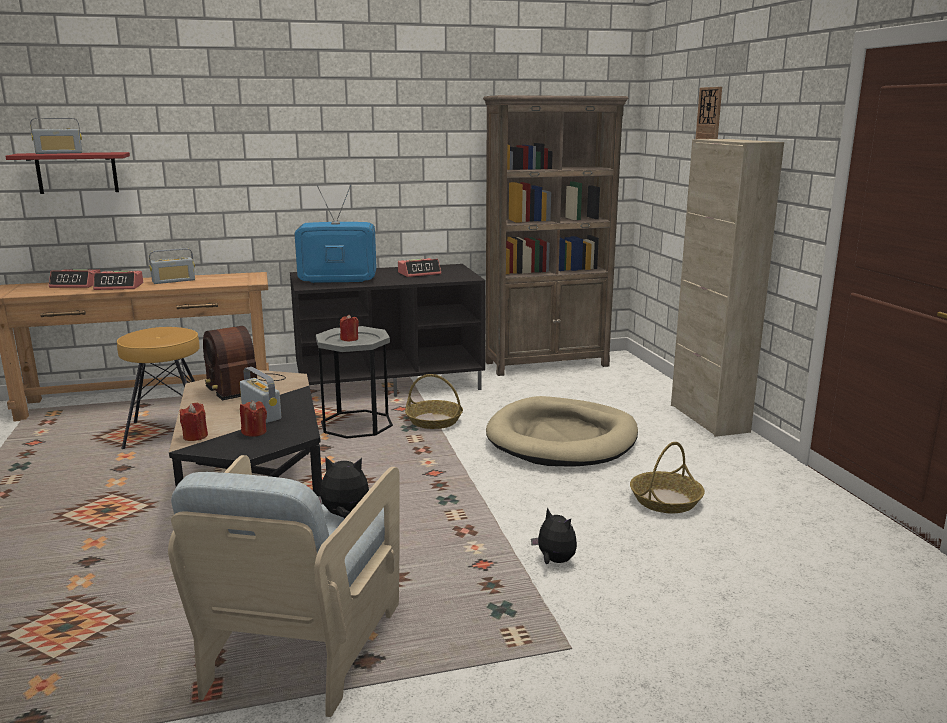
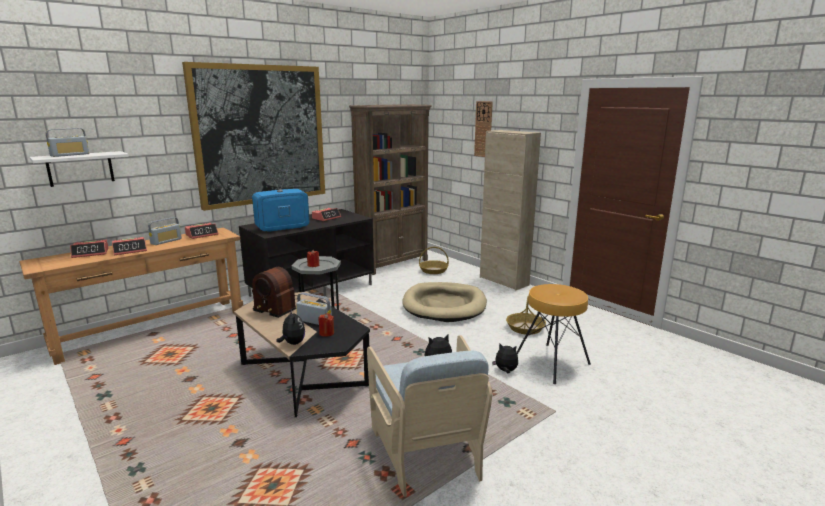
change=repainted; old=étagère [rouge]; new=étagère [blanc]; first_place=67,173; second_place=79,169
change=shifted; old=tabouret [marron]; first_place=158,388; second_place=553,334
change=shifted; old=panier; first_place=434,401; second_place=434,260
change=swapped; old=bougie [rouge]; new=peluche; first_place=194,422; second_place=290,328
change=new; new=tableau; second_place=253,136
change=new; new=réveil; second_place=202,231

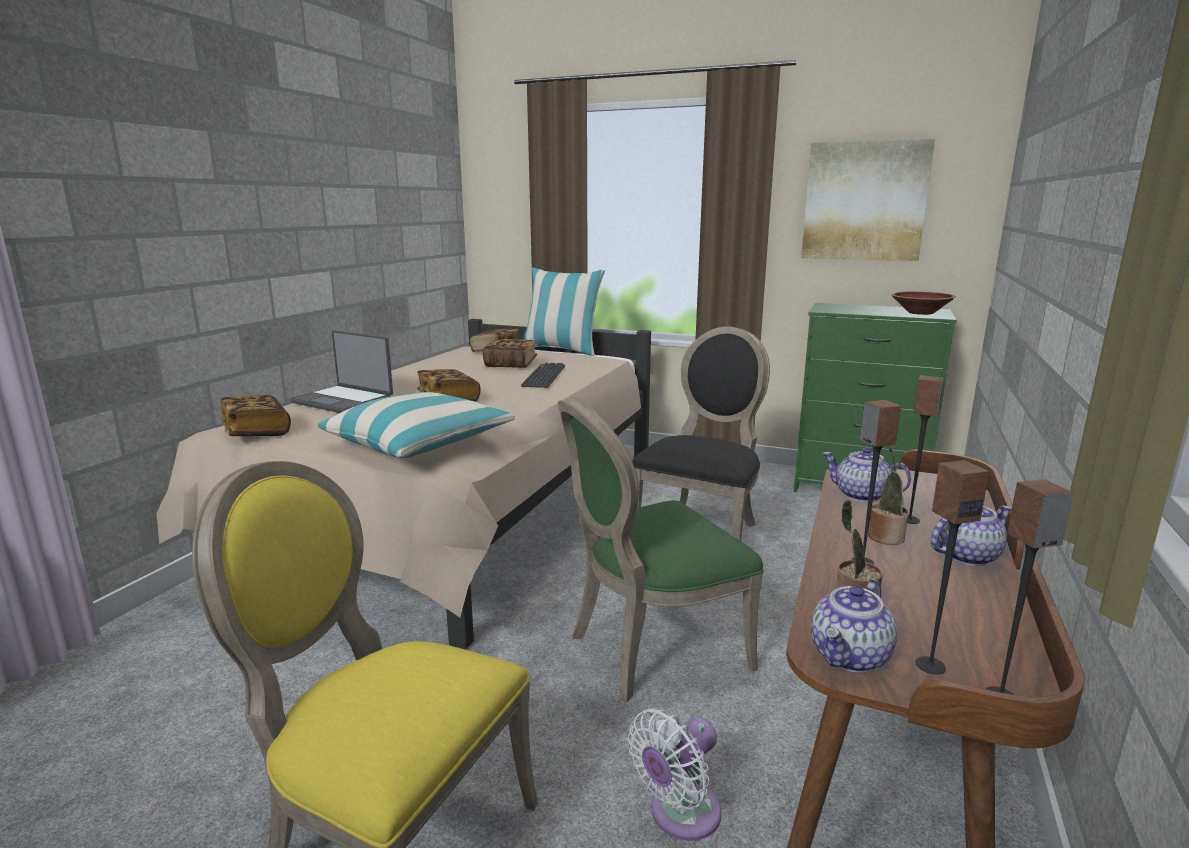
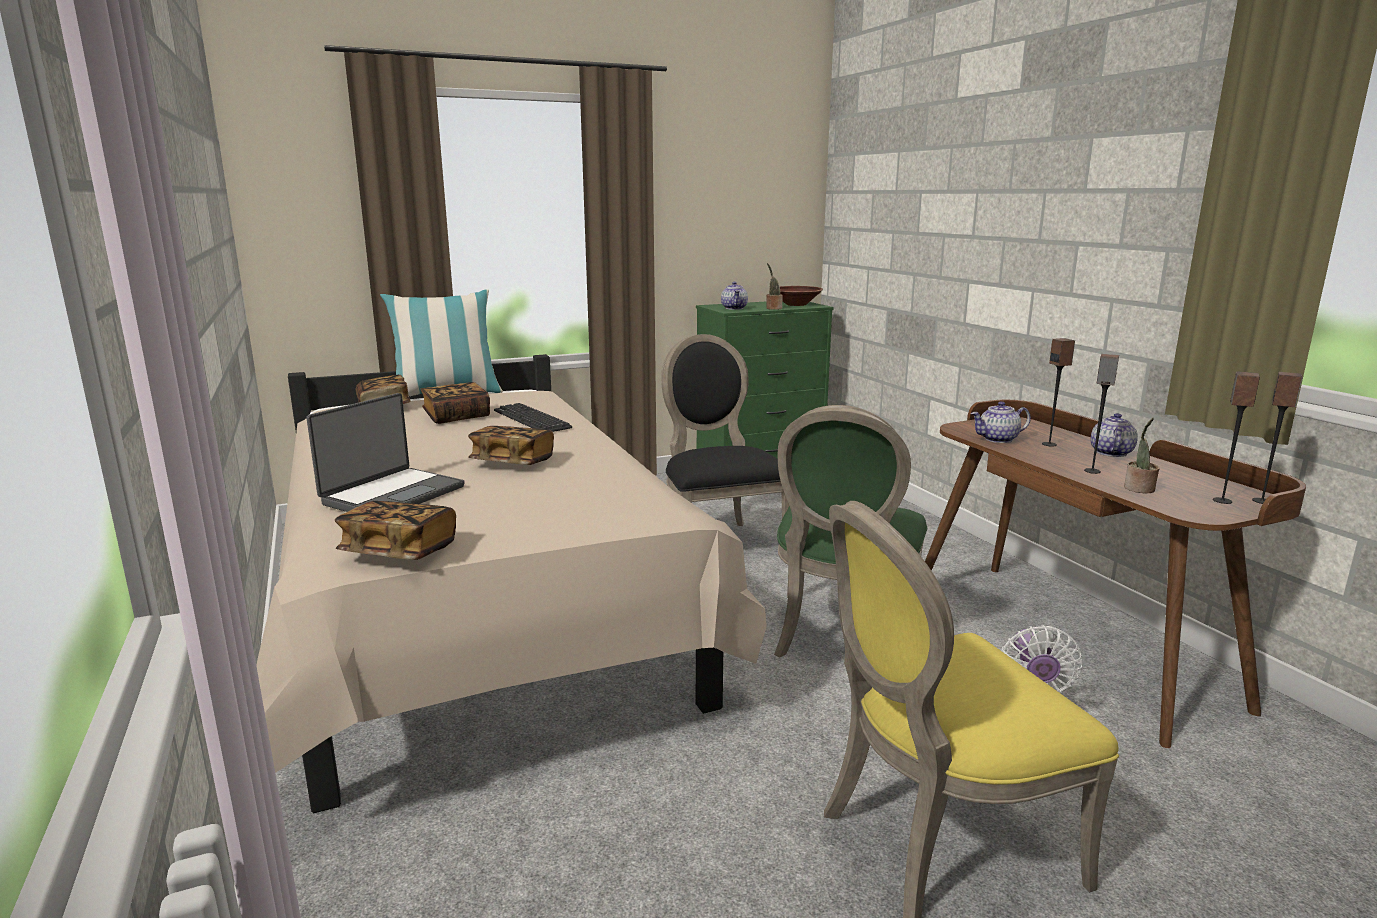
change=gone; old=tableau; first_place=868,200
change=rotated; old=ordinateur portable; first_place=342,371; second_place=386,452; degrees=-45
change=gone; old=coussin; first_place=416,425
change=shifted; old=plante en pot; first_place=888,495; second_place=774,286
change=shifted; old=théière; first_place=854,626; second_place=734,296

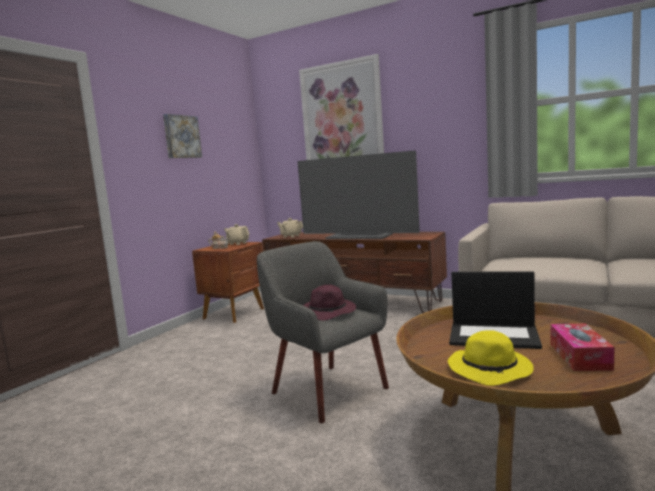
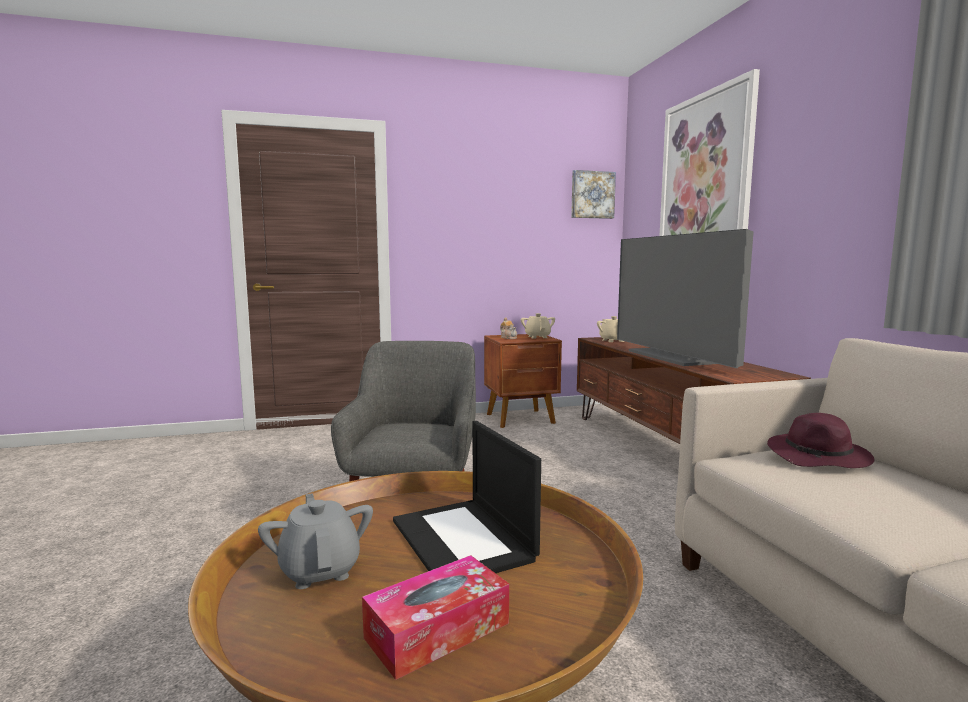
change=shifted; old=tableau; first_place=182,136; second_place=593,194
change=shifted; old=chapeau [violet]; first_place=329,303; second_place=821,440
change=swapped; old=chapeau [jaune]; new=théière [gris]; first_place=490,358; second_place=315,541

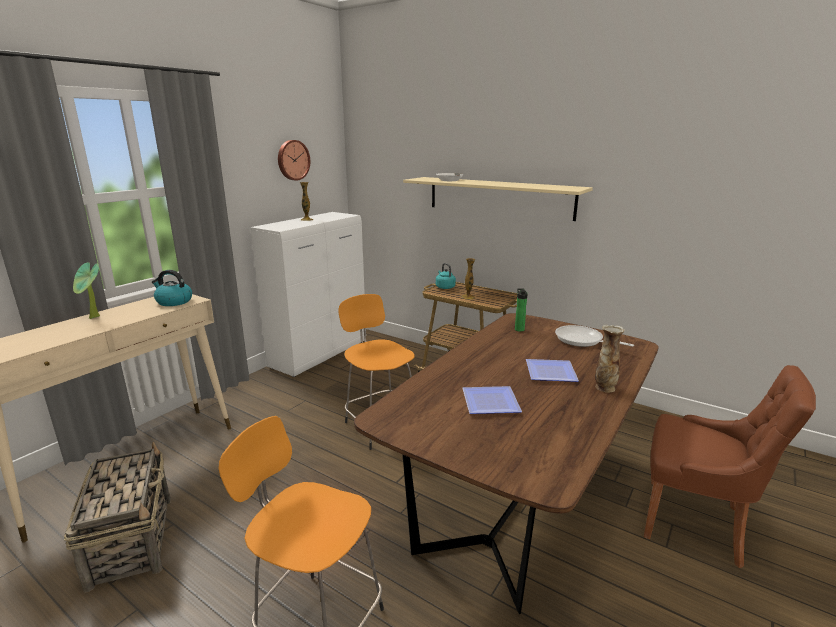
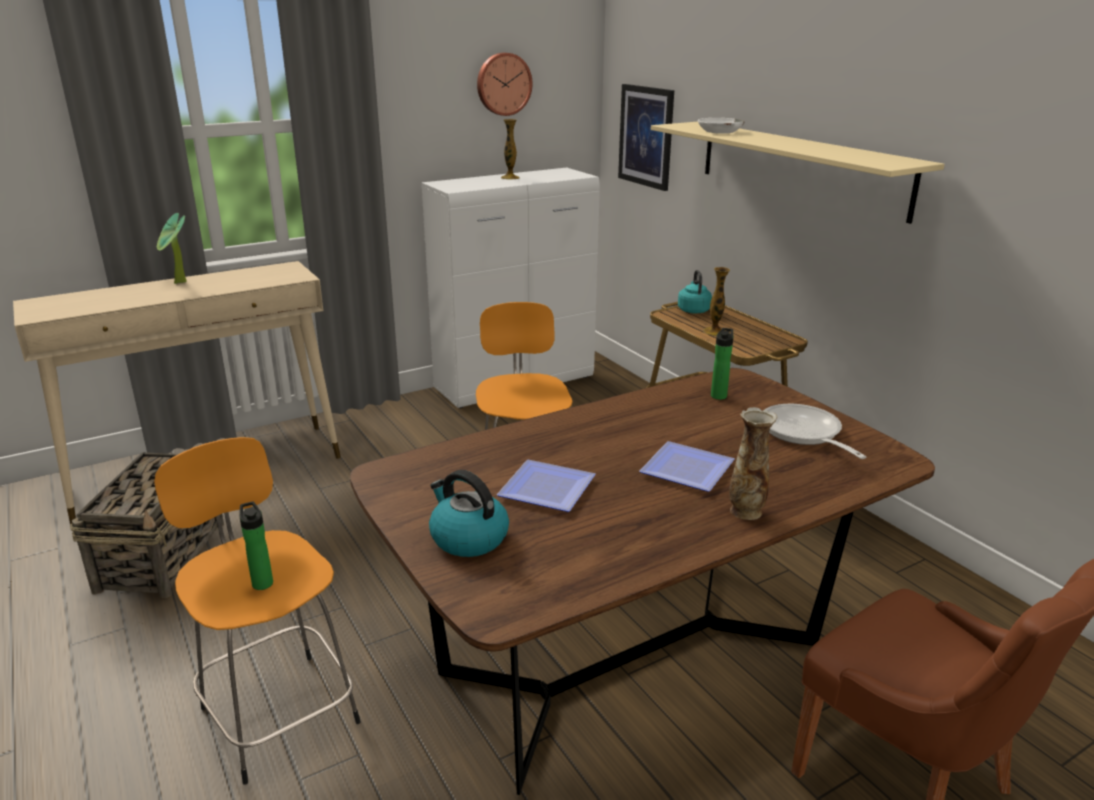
change=shifted; old=bouilloire; first_place=172,288; second_place=469,513
change=new; new=tableau; second_place=646,137
change=new; new=bouteille; second_place=256,546

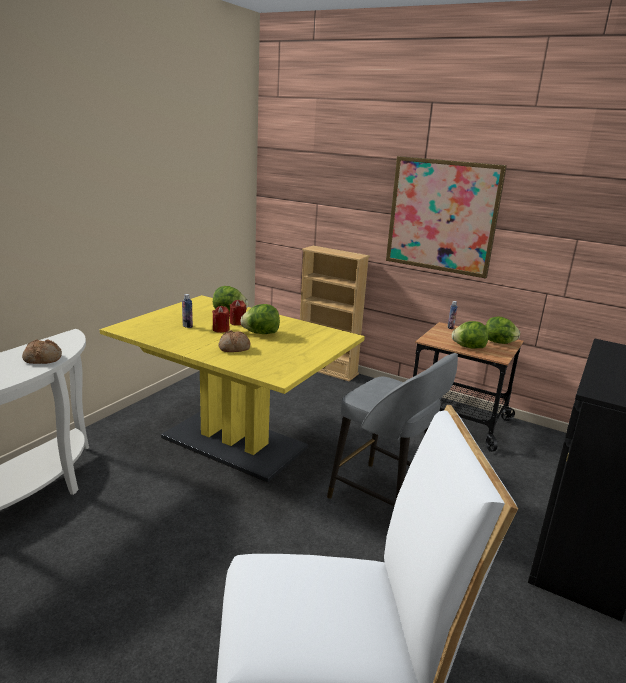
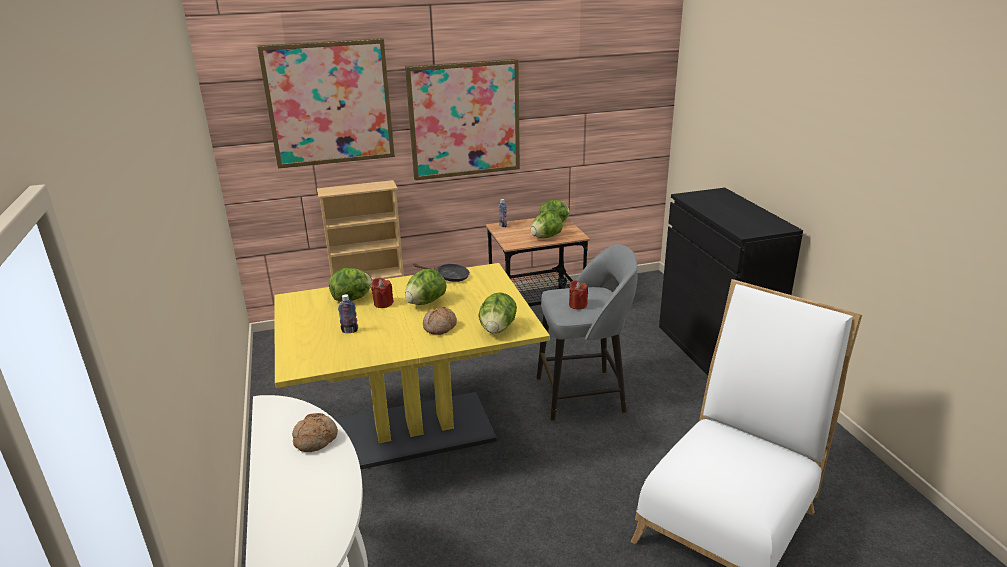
change=shifted; old=bougie [rouge]; first_place=221,319; second_place=578,295
change=new; new=tableau; second_place=326,103
change=new; new=poêle [noir]; second_place=442,272
change=new; new=laitue; second_place=498,313

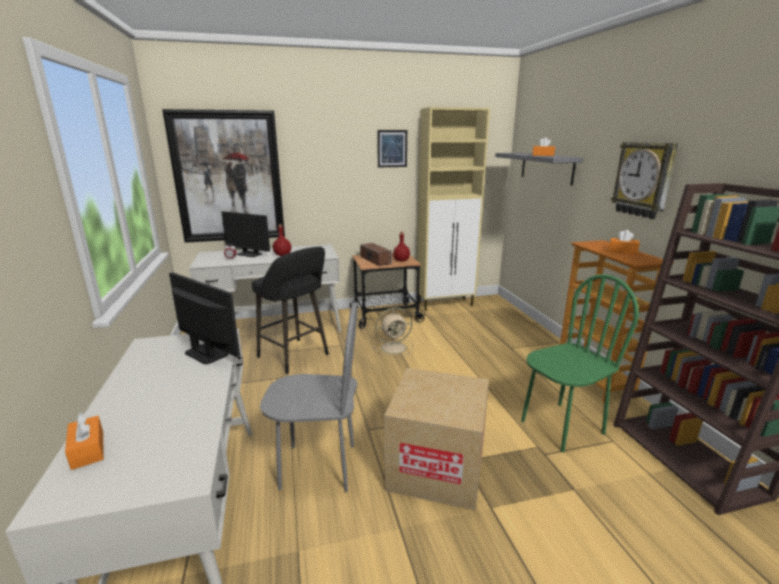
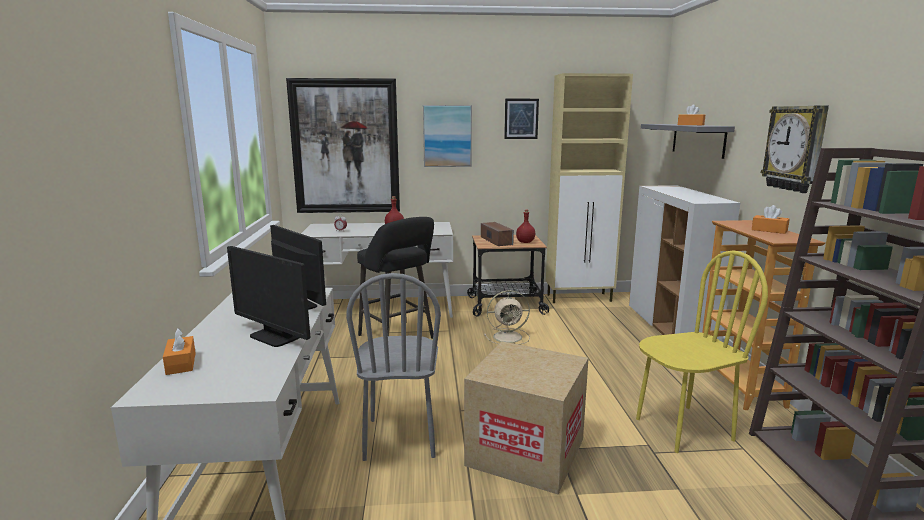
change=shifted; old=écran d'ordinateur; first_place=245,234; second_place=268,296
change=repainted; old=chaise [vert]; new=chaise [jaune]; first_place=580,363; second_place=702,351
change=rotated; old=chaise [gris]; first_place=309,397; second_place=393,367; degrees=75
change=new; new=tableau; second_place=447,136
change=new; new=meuble de rangement [blanc]; second_place=684,263

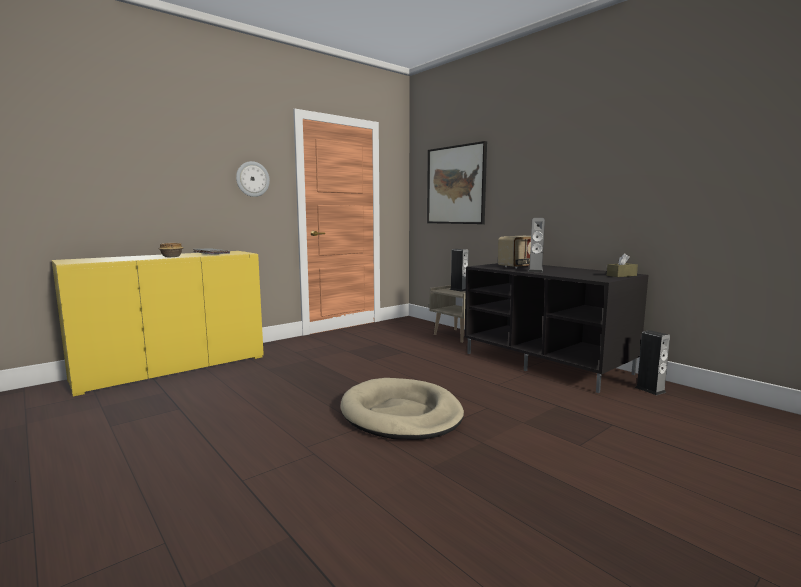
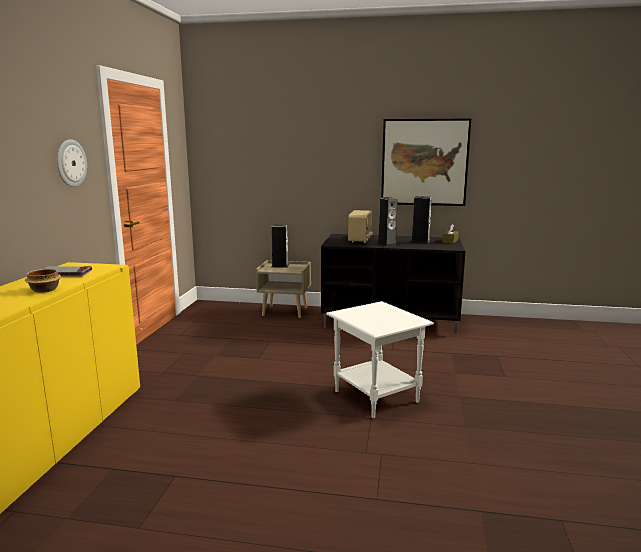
change=shifted; old=tableau; first_place=457,182; second_place=426,162
change=shifted; old=enceinte; first_place=652,362; second_place=421,220
change=swapped; old=panier pour chien [beige]; new=table d'appoint [blanc]; first_place=402,409; second_place=380,359

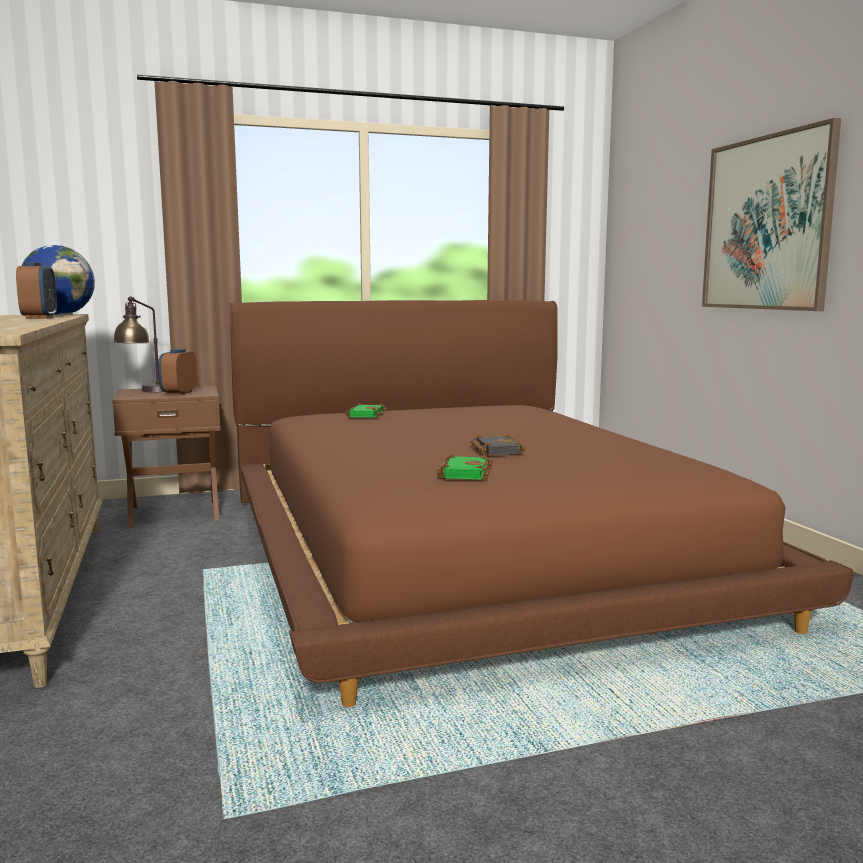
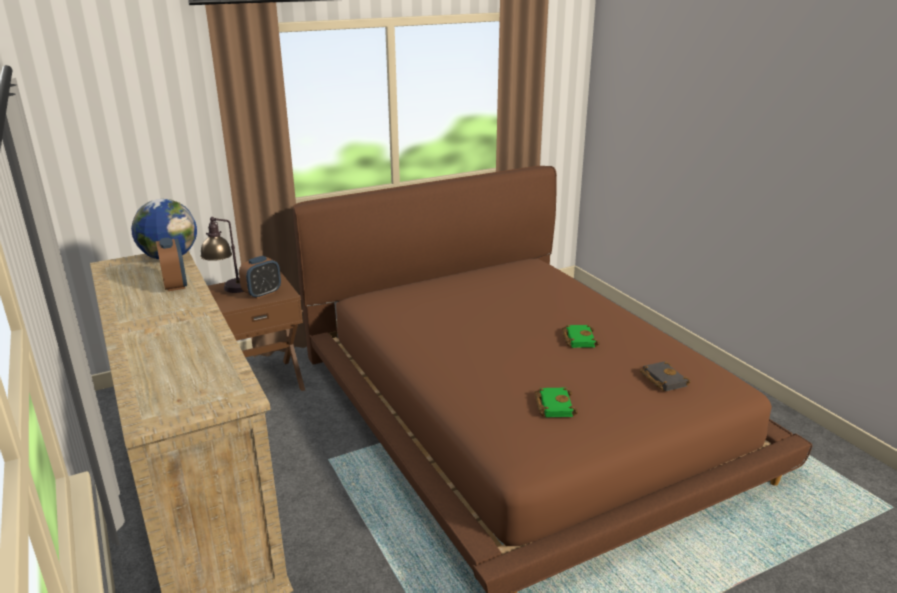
change=gone; old=tableau; first_place=771,214
change=rotated; old=réveil; first_place=177,371; second_place=260,277; degrees=-135
change=shifted; old=livre [vert]; first_place=366,410; second_place=581,336
change=shifted; old=livre [noir]; first_place=498,445; second_place=665,376

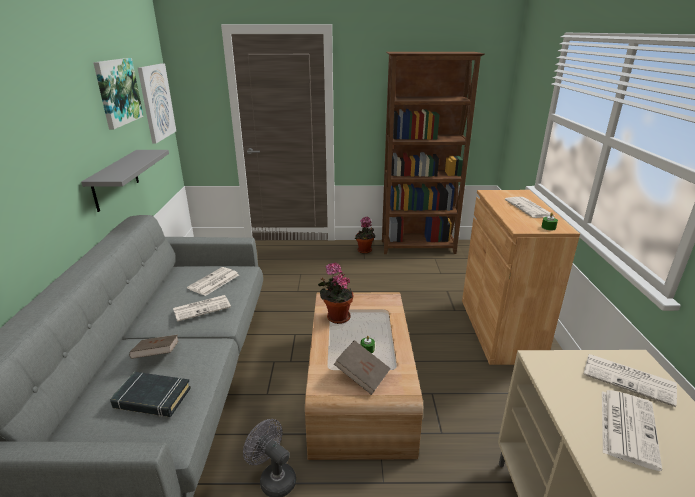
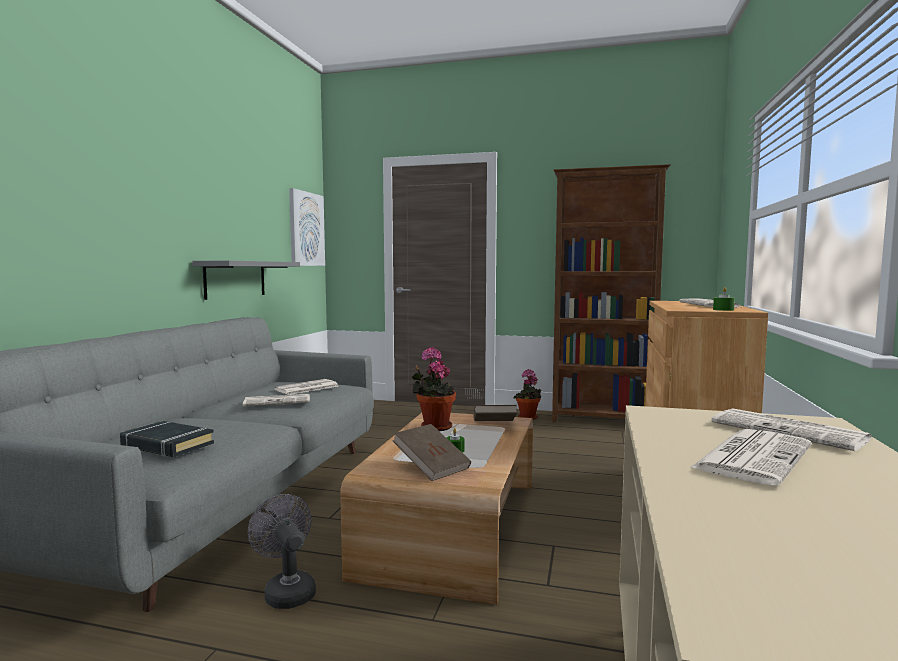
change=gone; old=tableau; first_place=118,93
change=shifted; old=livre [marron]; first_place=153,347; second_place=495,413

